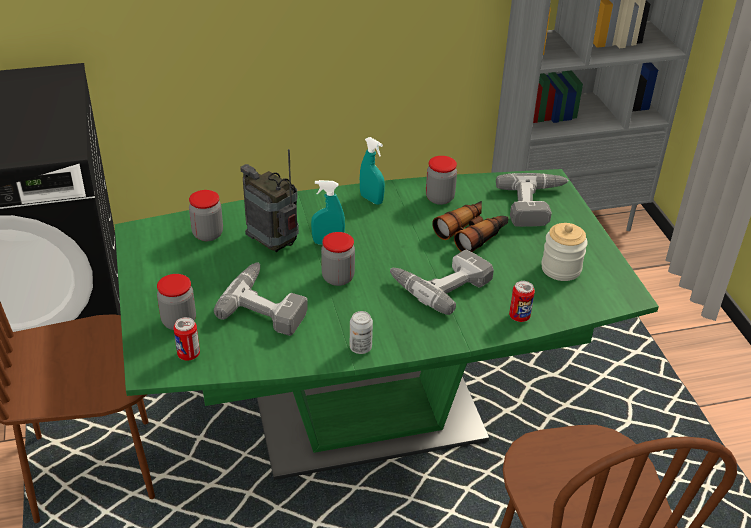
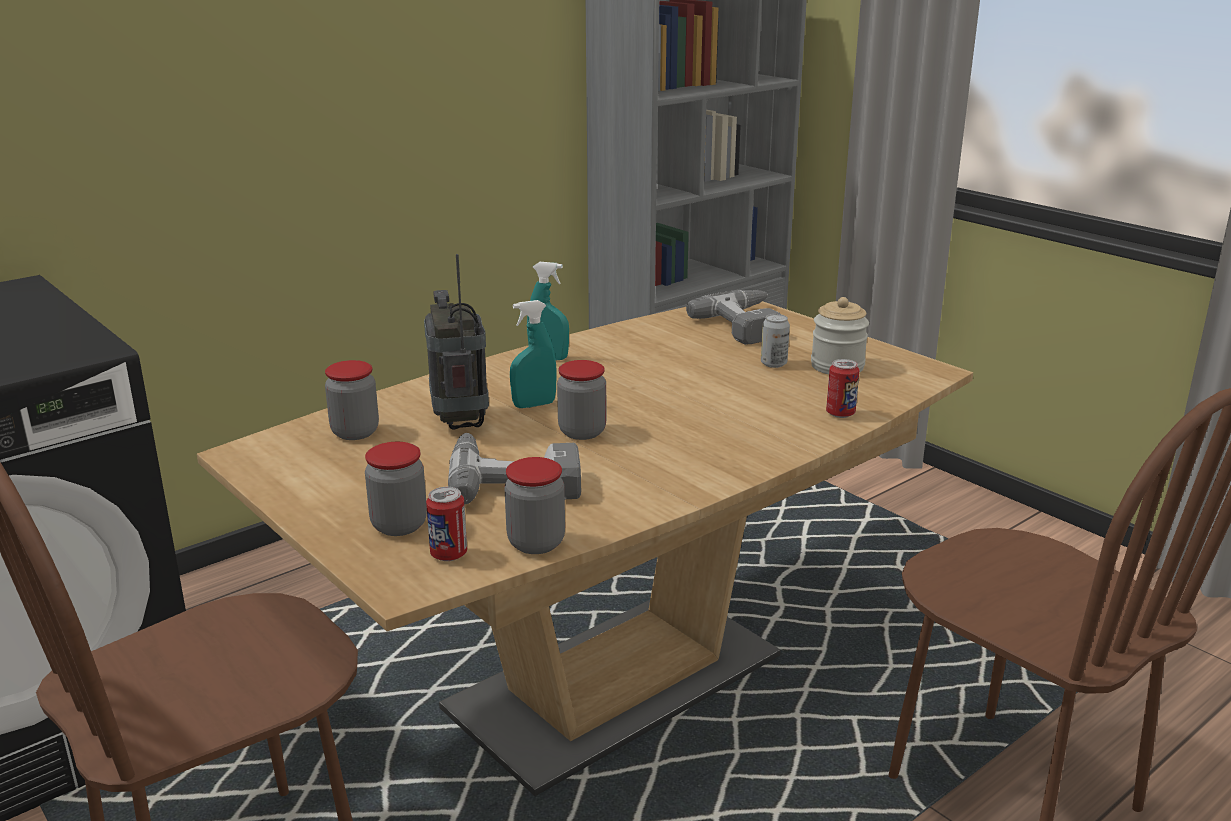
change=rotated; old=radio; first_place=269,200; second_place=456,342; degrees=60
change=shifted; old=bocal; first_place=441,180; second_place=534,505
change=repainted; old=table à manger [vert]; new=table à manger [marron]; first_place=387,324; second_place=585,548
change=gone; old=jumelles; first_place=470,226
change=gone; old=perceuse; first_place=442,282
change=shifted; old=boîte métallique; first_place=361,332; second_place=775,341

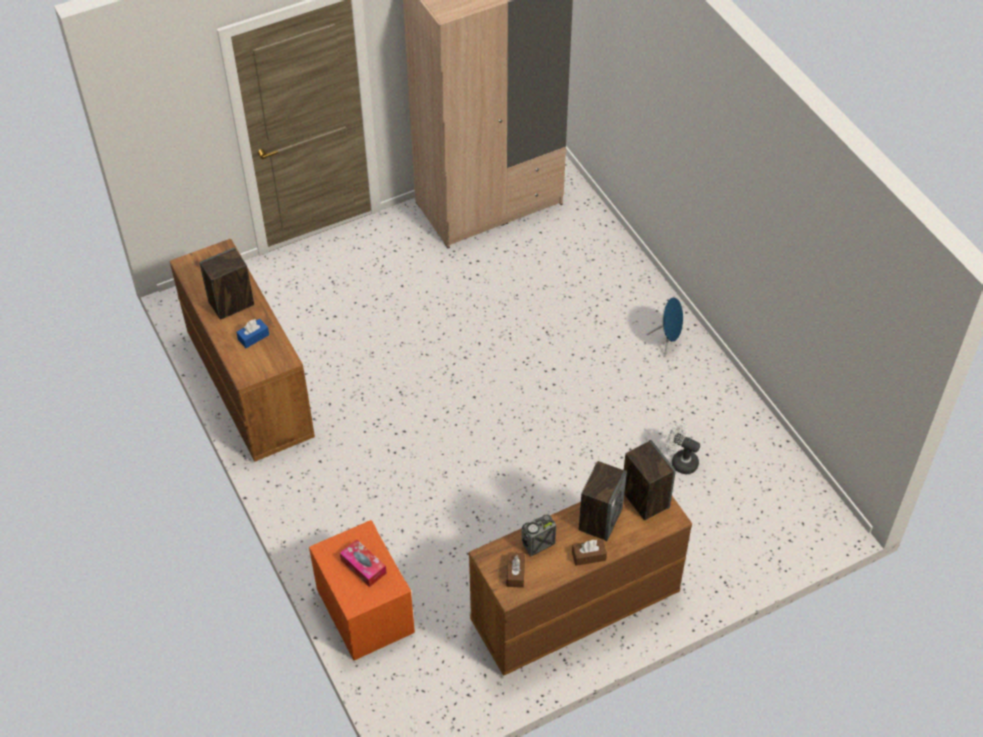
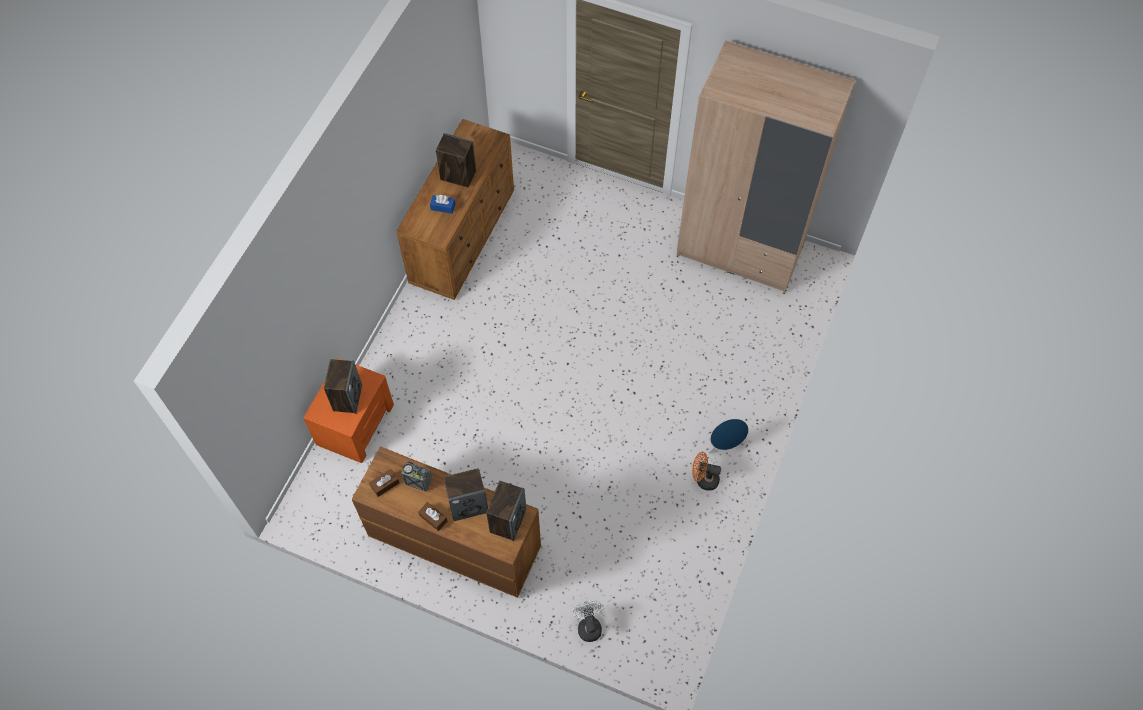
change=shifted; old=ventilateur [blanc]; first_place=682,448; second_place=588,621
change=swapped; old=boîte à mouchoirs; new=enceinte; first_place=363,563; second_place=343,386
change=new; new=ventilateur [orange]; second_place=706,471

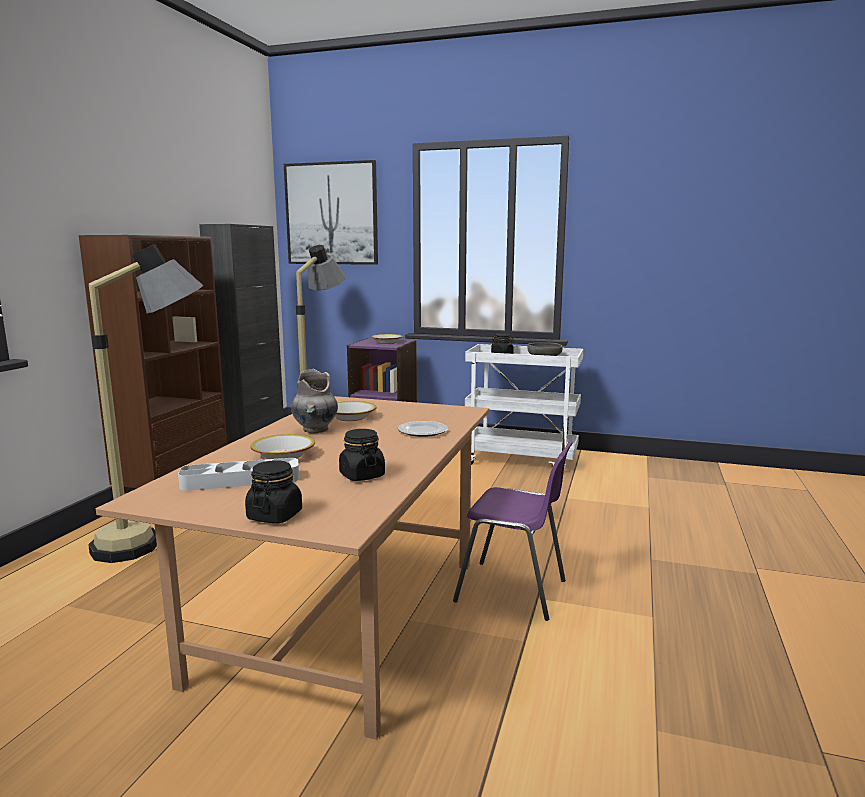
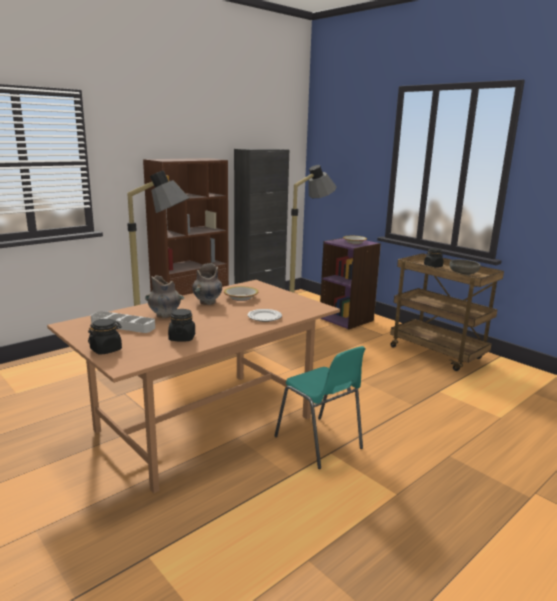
change=gone; old=tableau; first_place=331,212
change=repainted; old=chariot [blanc]; new=chariot [marron]; first_place=524,406; second_place=447,312
change=swapped; old=bol; new=vase [gris]; first_place=282,446; second_place=164,296
change=repainted; old=chaise [violet]; new=chaise [turquoise]; first_place=513,531; second_place=320,407

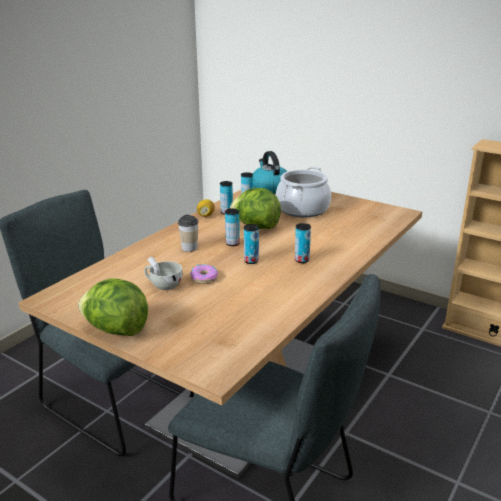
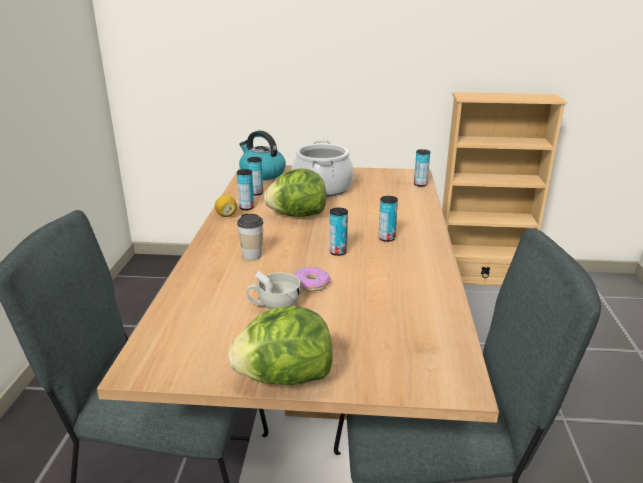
change=shifted; old=boîte métallique; first_place=232,227; second_place=422,168

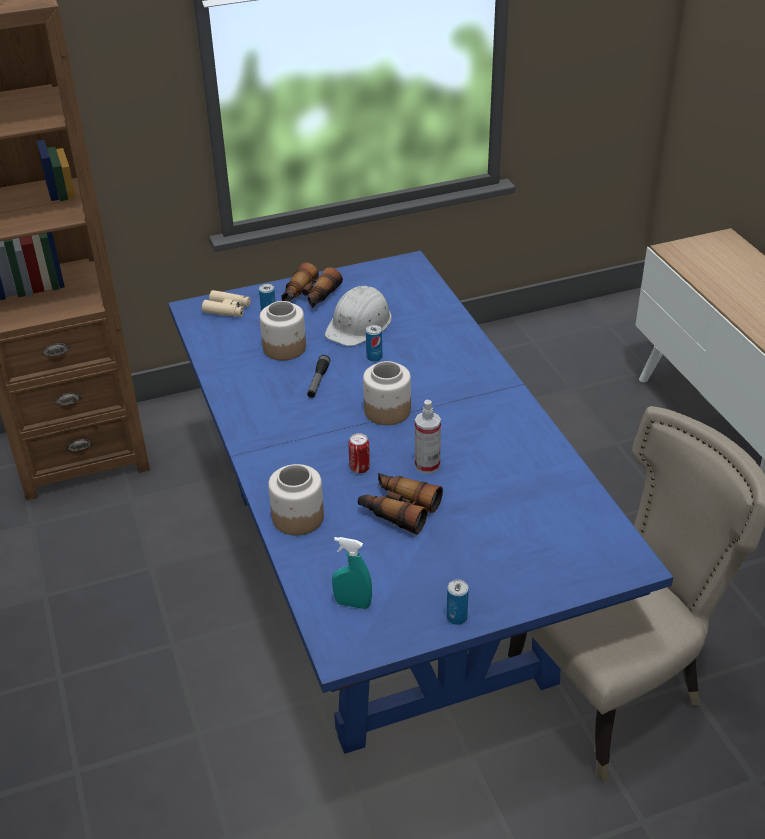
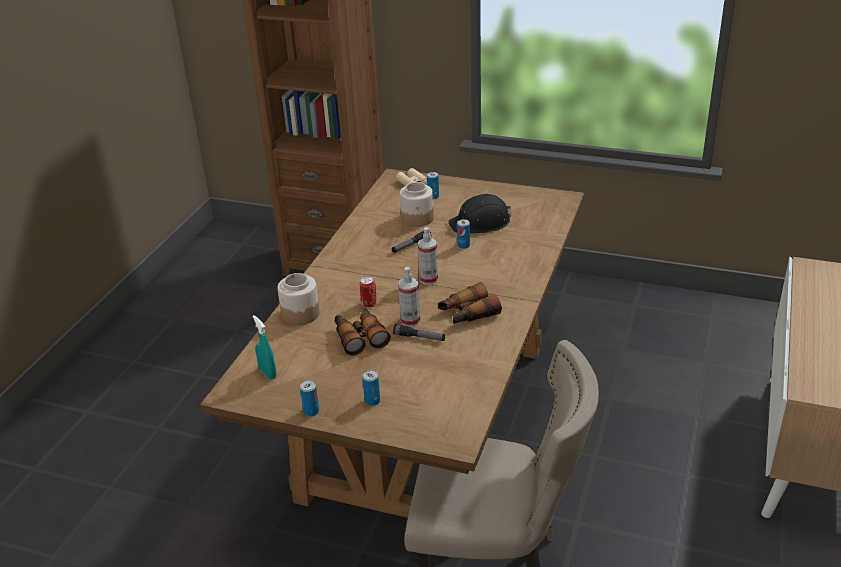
change=repainted; old=table à manger [bleu]; new=table à manger [marron]; first_place=420,502; second_place=392,343
change=shifted; old=jumelles; first_place=312,285; second_place=470,303
change=repainted; old=casque de chantier [blanc]; new=casque de chantier [noir]; first_place=358,316; second_place=480,214
change=swapped; old=bocal; new=vaporisateur; first_place=387,393; second_place=428,256
change=new; new=lampe de poche; second_place=419,332
change=new; new=boîte métallique; second_place=371,388

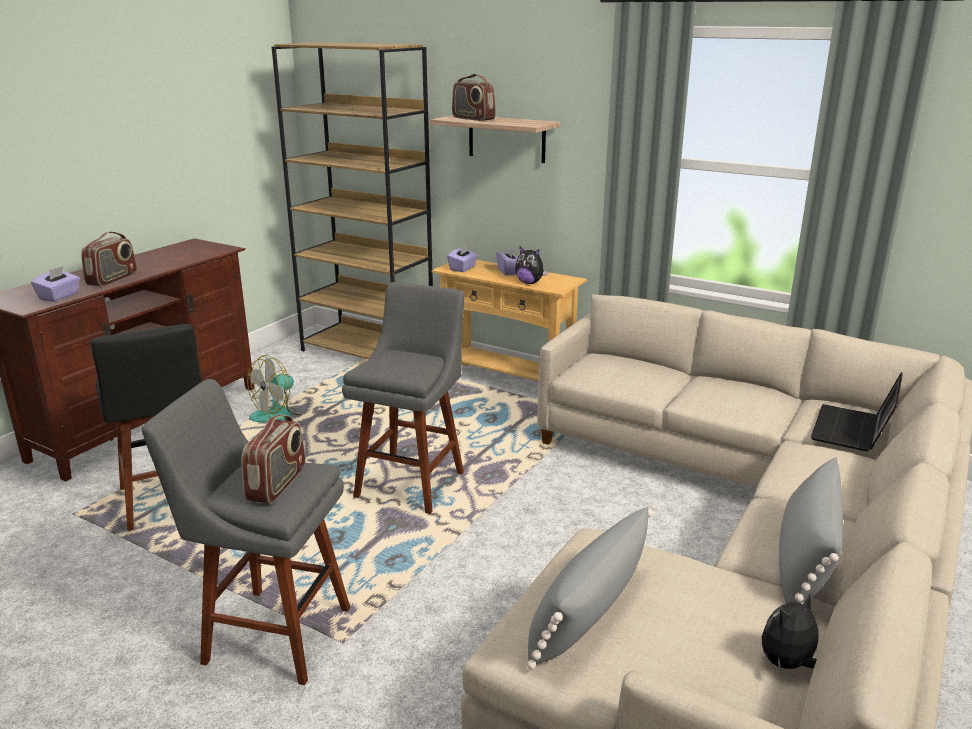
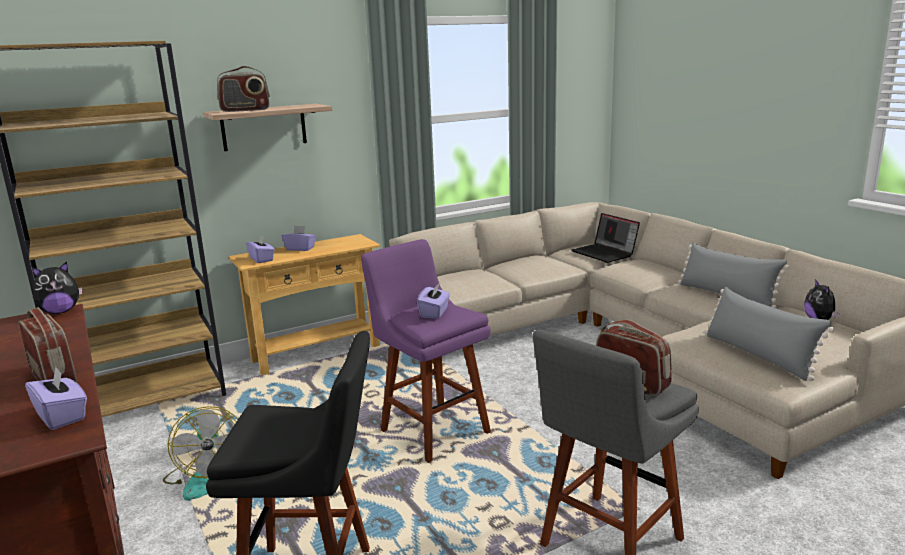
change=shifted; old=peluche; first_place=531,265; second_place=57,288
change=repainted; old=tabouret [gris]; new=tabouret [violet]; first_place=403,398; second_place=426,351
change=new; new=boîte à mouchoirs [violet]; second_place=433,301

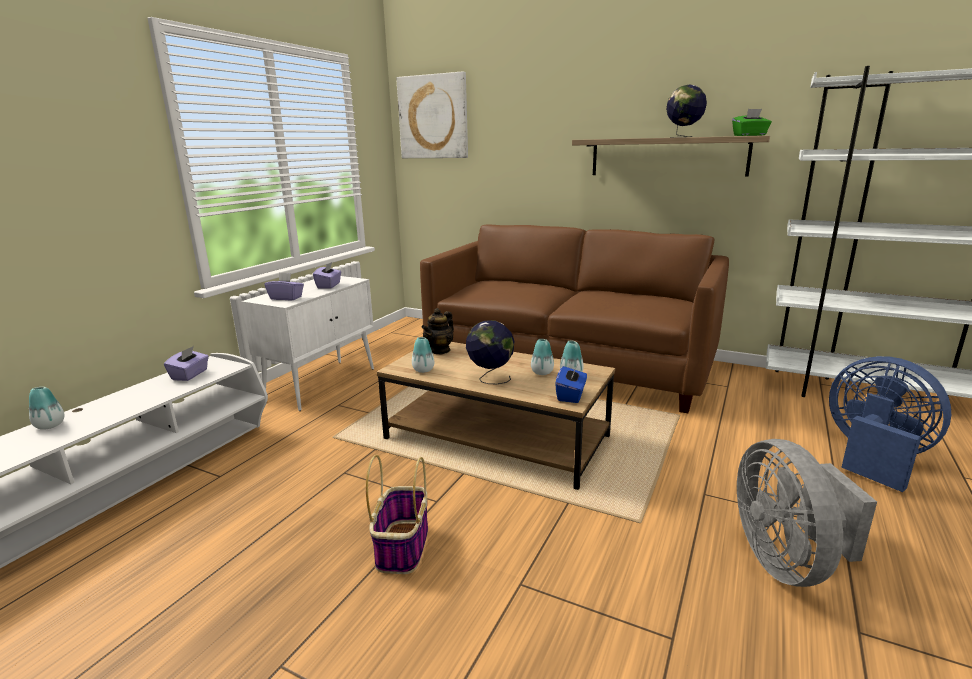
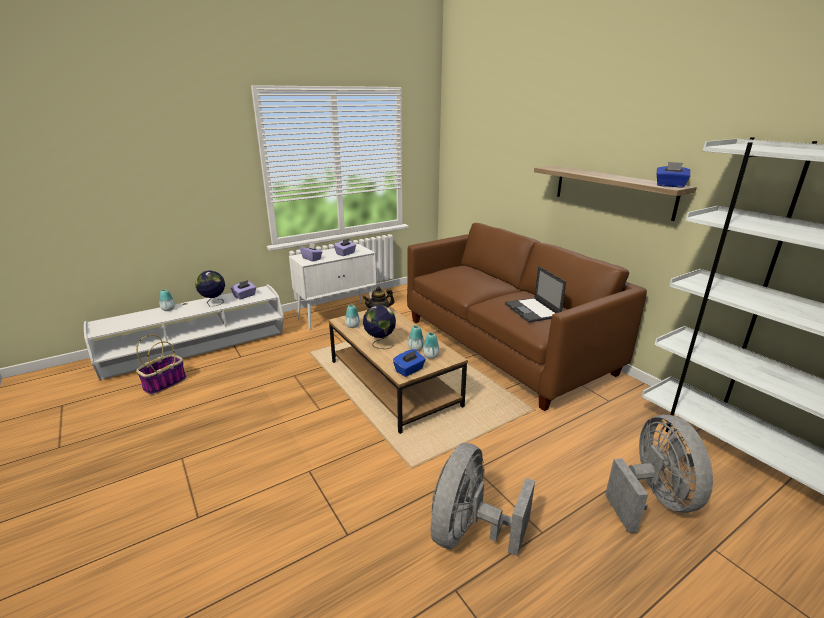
change=gone; old=tableau; first_place=432,114
change=shifted; old=globe; first_place=686,111; second_place=210,288
change=repainted; old=boîte à mouchoirs [vert]; new=boîte à mouchoirs [bleu]; first_place=752,122; second_place=673,174
change=repainted; old=ventilateur [bleu]; new=ventilateur [gris]; first_place=890,424; second_place=659,474
change=shifted; old=panier; first_place=397,514; second_place=161,365
change=new; new=ordinateur portable; second_place=535,294

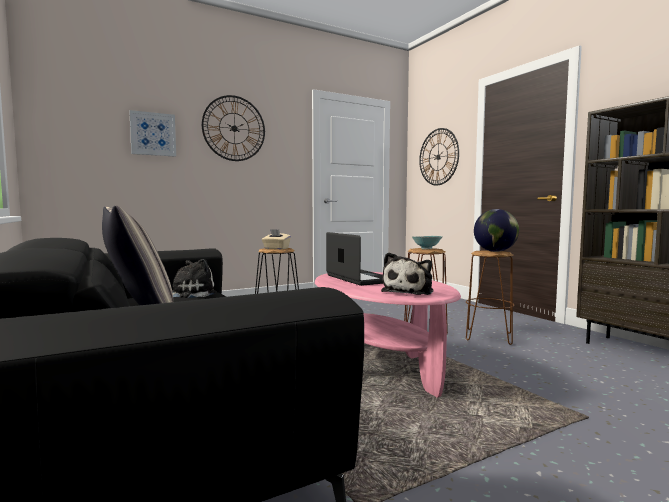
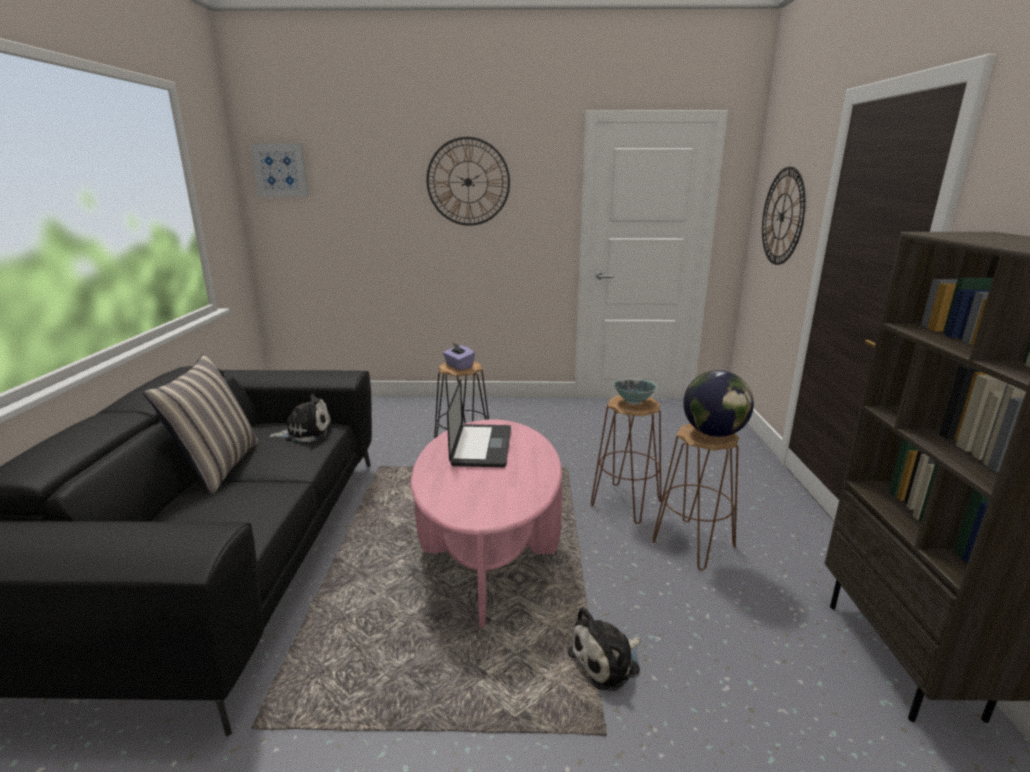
change=shifted; old=tableau; first_place=152,133; second_place=279,170
change=repainted; old=boîte à mouchoirs [beige]; new=boîte à mouchoirs [violet]; first_place=276,239; second_place=459,356
change=shifted; old=peluche; first_place=407,274; second_place=604,649

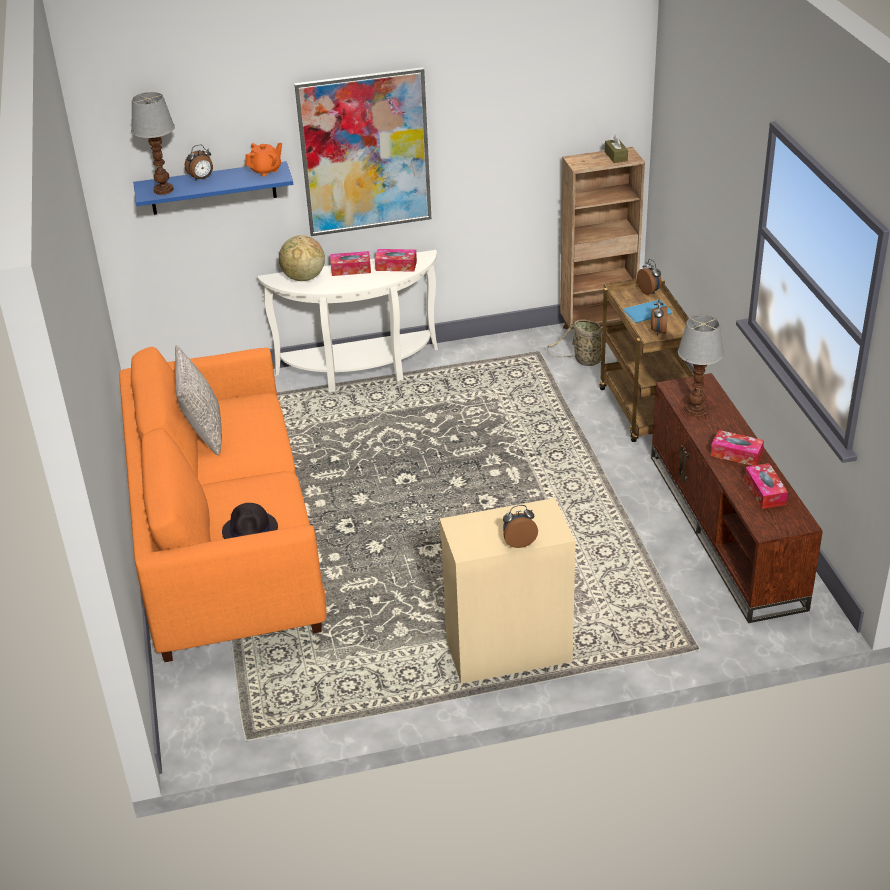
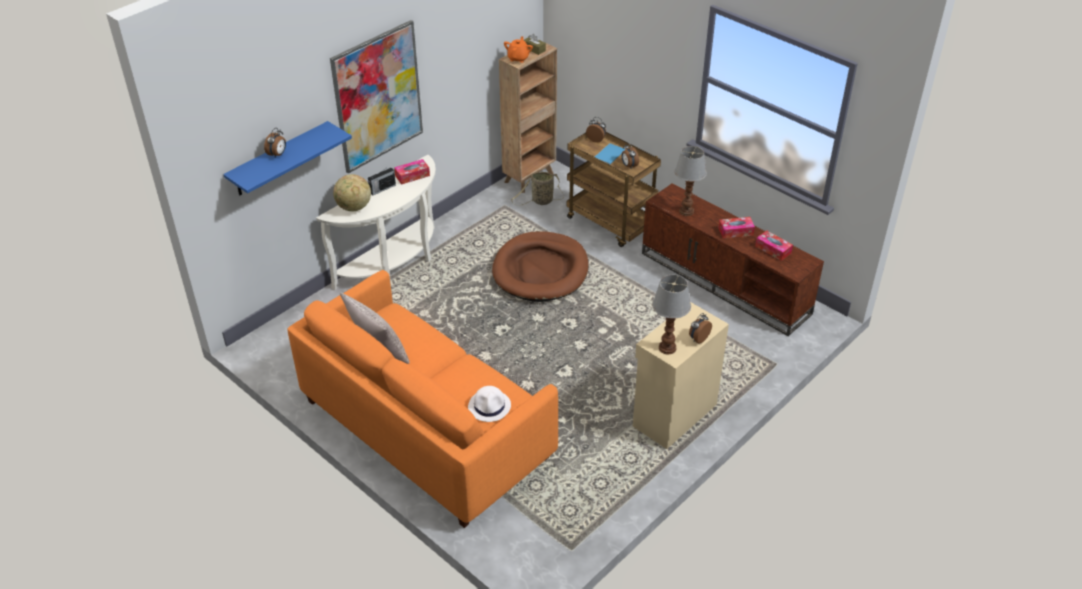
change=shifted; old=lampe de table; first_place=153,143; second_place=671,314
change=shifted; old=théière [orange]; first_place=263,159; second_place=518,49
change=swapped; old=boîte à mouchoirs; new=radio; first_place=350,263; second_place=382,180
change=repainted; old=chapeau [noir]; new=chapeau [blanc]; first_place=250,521; second_place=489,404
change=new; new=panier pour chien [marron]; second_place=540,266

